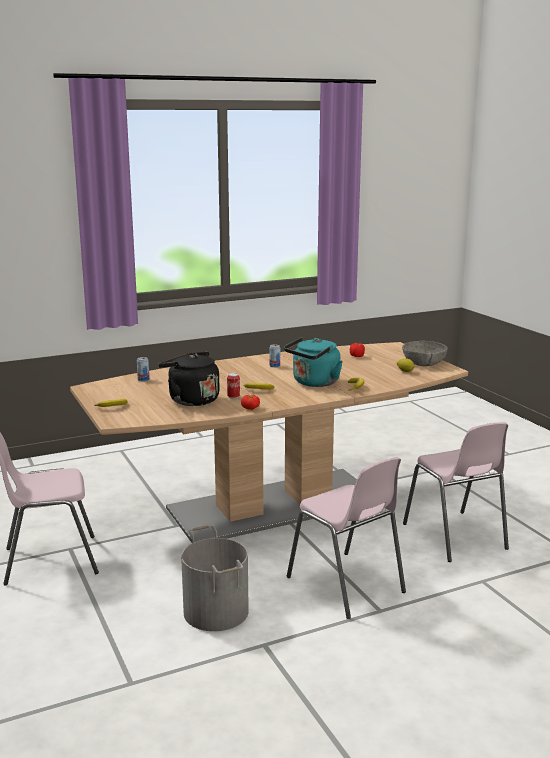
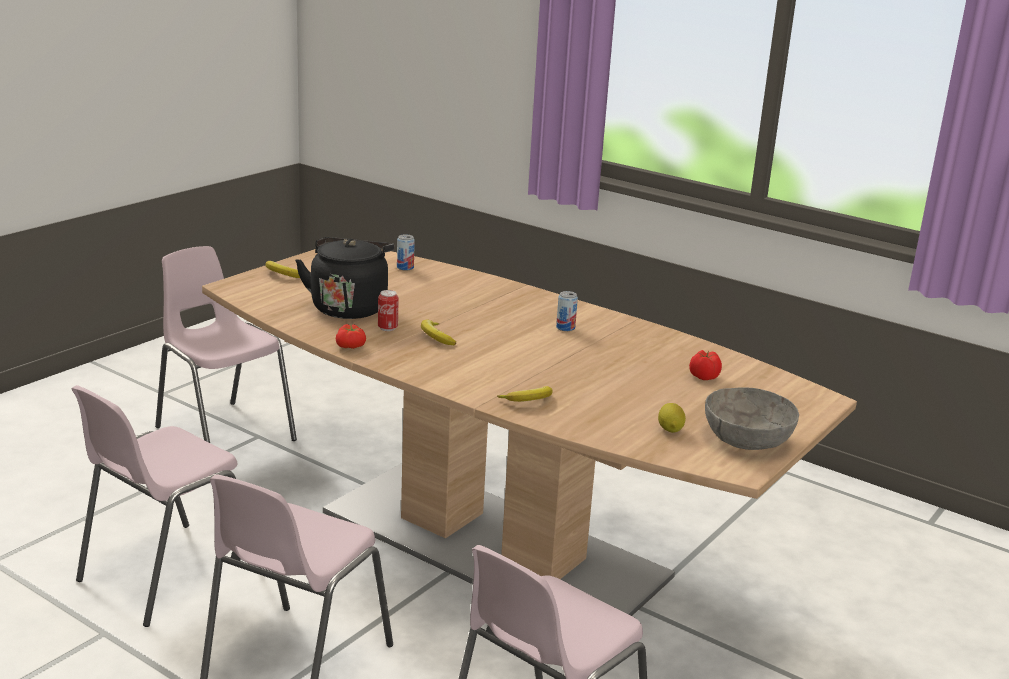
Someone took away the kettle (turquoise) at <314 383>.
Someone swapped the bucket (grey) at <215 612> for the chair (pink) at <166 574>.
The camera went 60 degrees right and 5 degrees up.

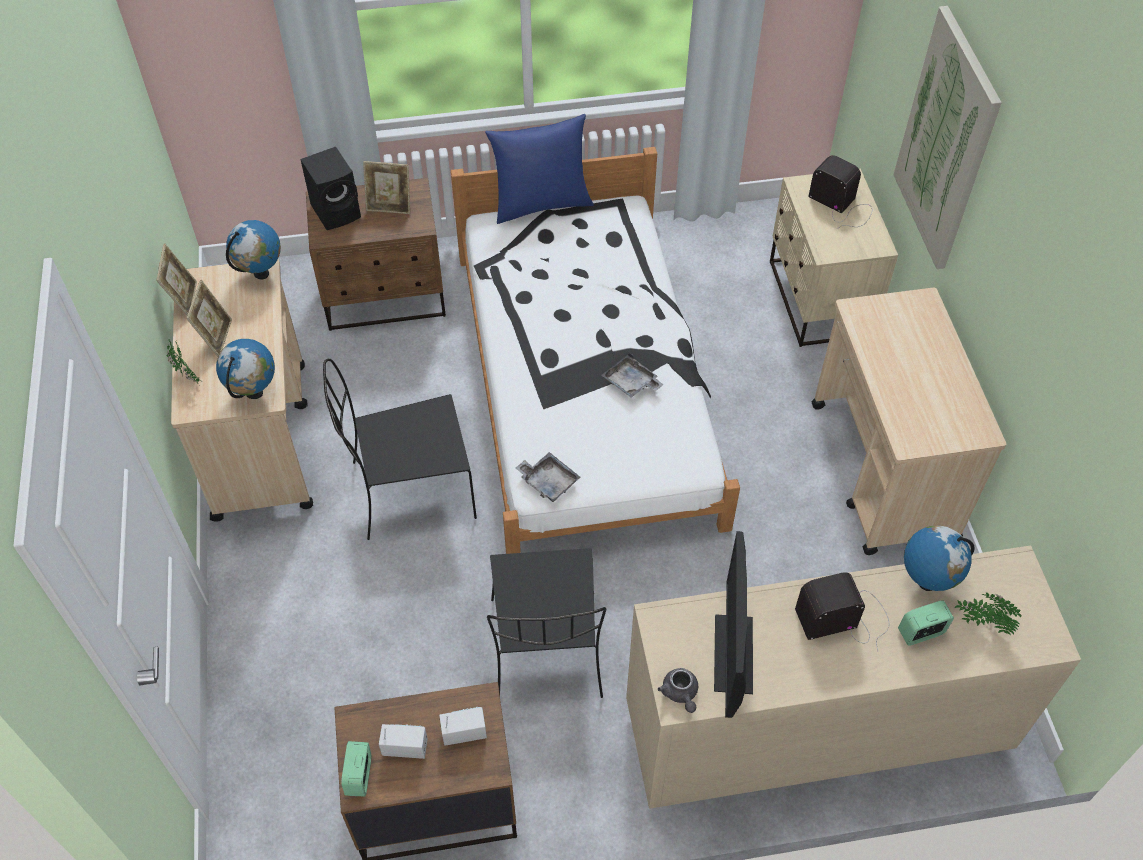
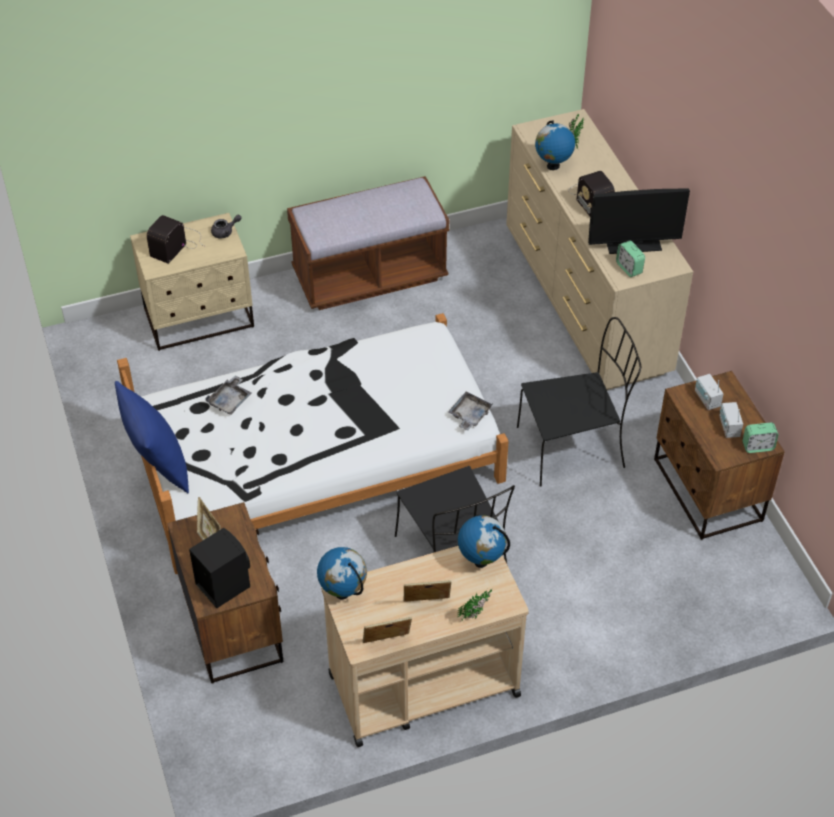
Someone took away the picture at <946 141>.
Someone carried the tray (grey) from <631 383> to <230 401>.
Someone carried the teapot (grey) from <680 694> to <225 232>.
Someone carried the alarm clock from <921 632> to <629 268>.
Someone swapped the cart (beige) at <883 472> for the bench (brown) at <369 276>.
The camera went 100 degrees left and 5 degrees down.

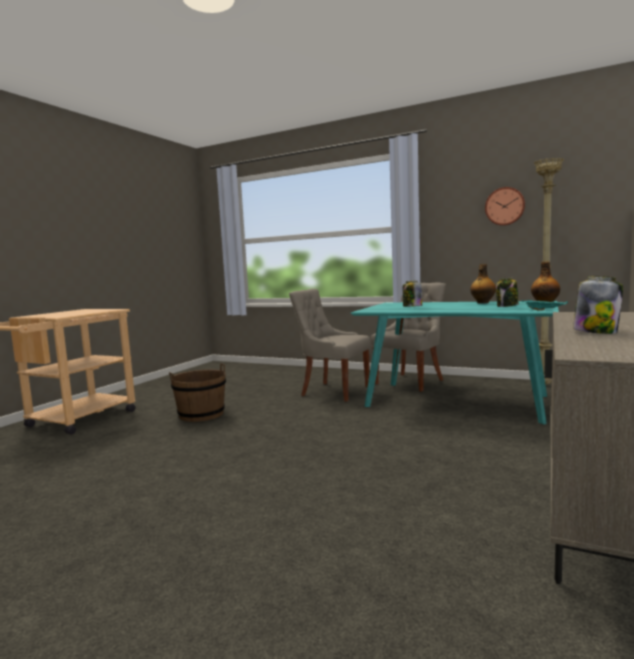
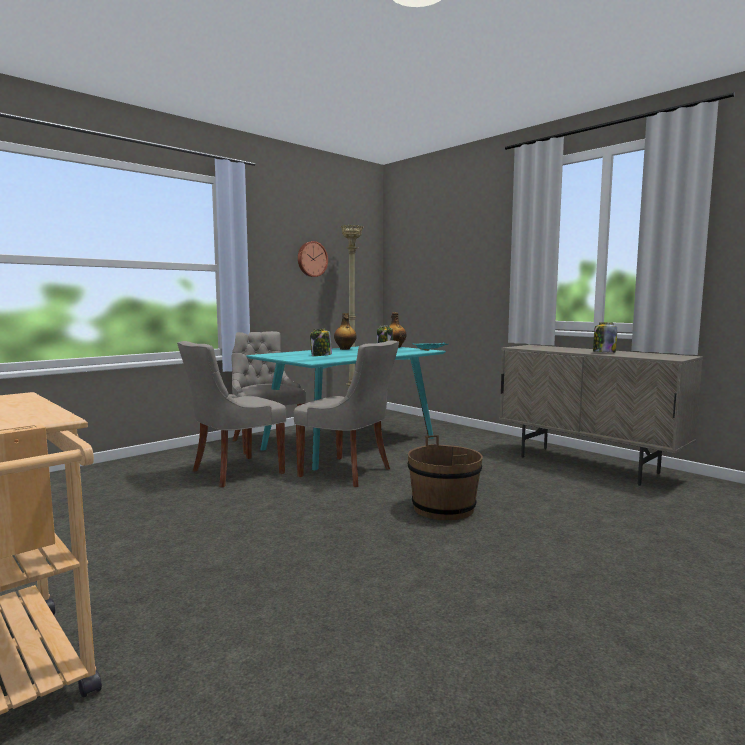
Someone put down the chair (grey) at <348 472>.
Someone carried the bucket (brown) from <201 415> to <443 508>.
The camera went 70 degrees left and 0 degrees up.

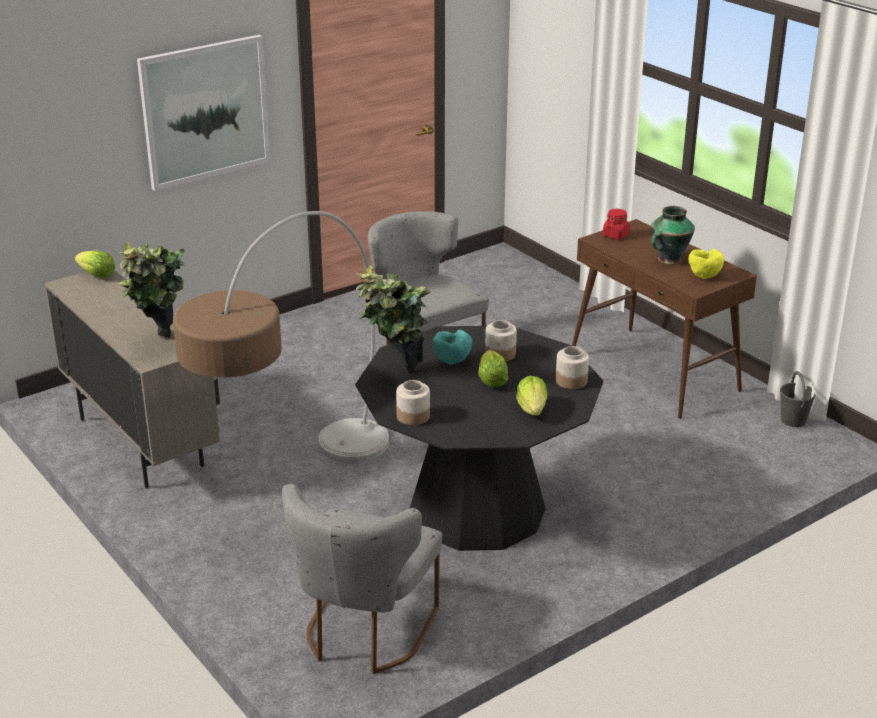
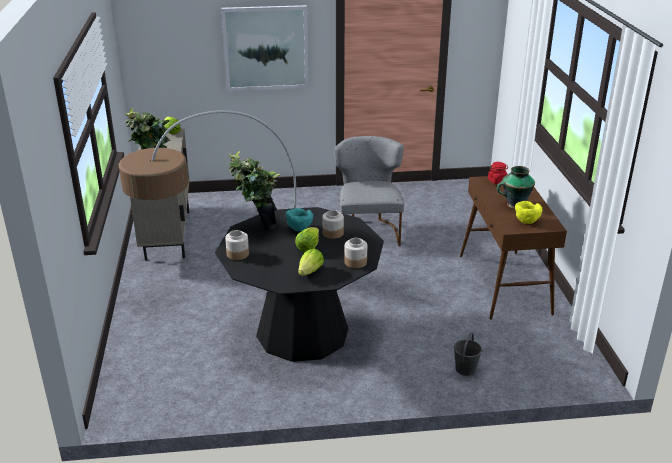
Someone took away the chair (grey) at <364 634>.
Someone carried the bucket (grey) from <793 420> to <465 369>.
The camera went 30 degrees right and 0 degrees up.

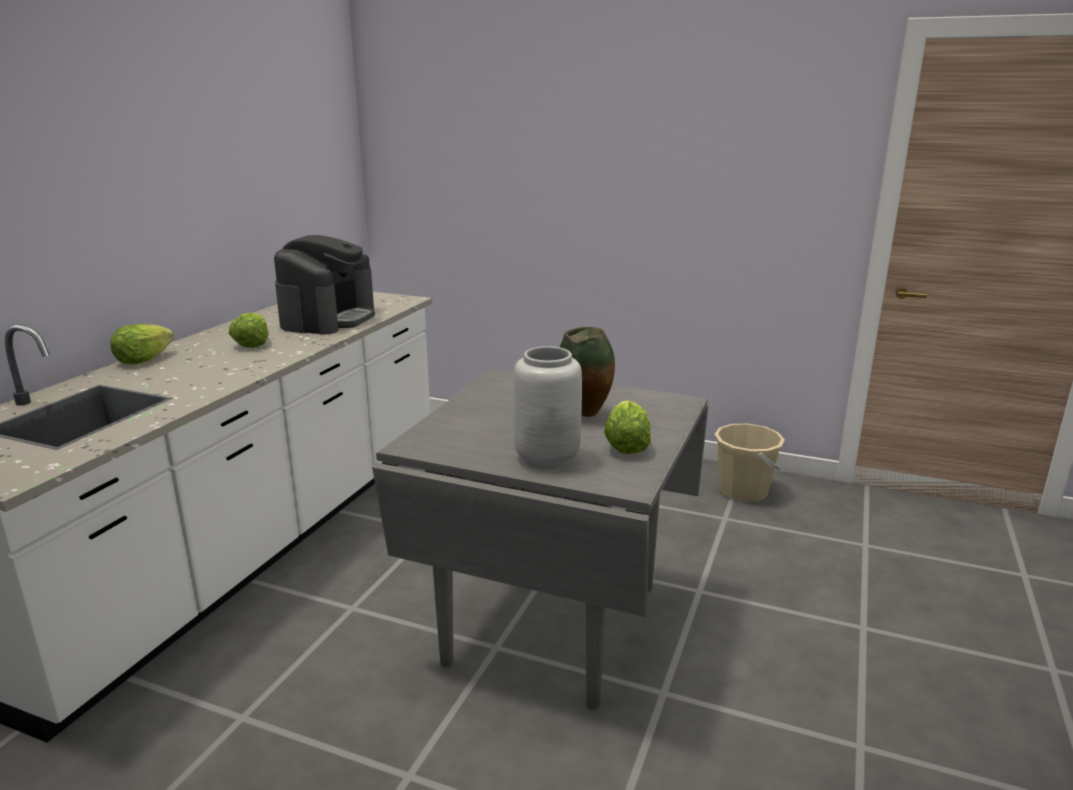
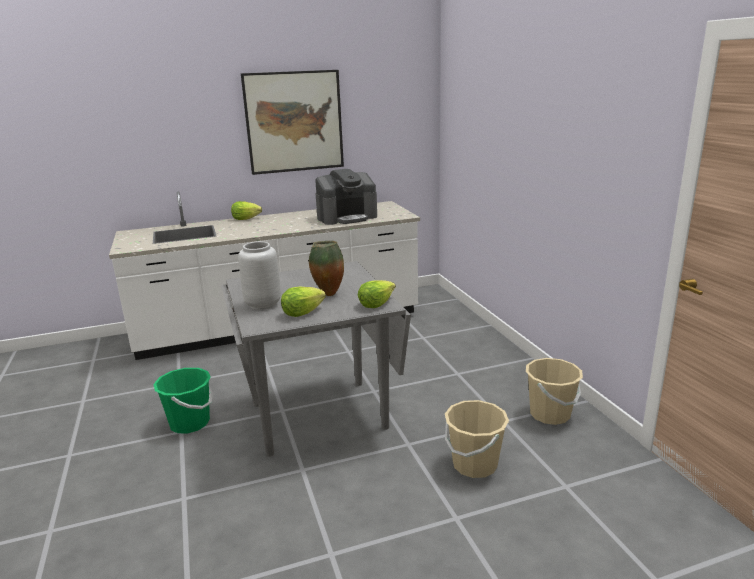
Someone put down the bucket (green) at <190 423>.
Someone put up the picture at <294 122>.
Someone put down the bucket (beige) at <474 464>.
Someone carried the lettuce from <252 343> to <376 303>.
The camera went 50 degrees right and 0 degrees up.

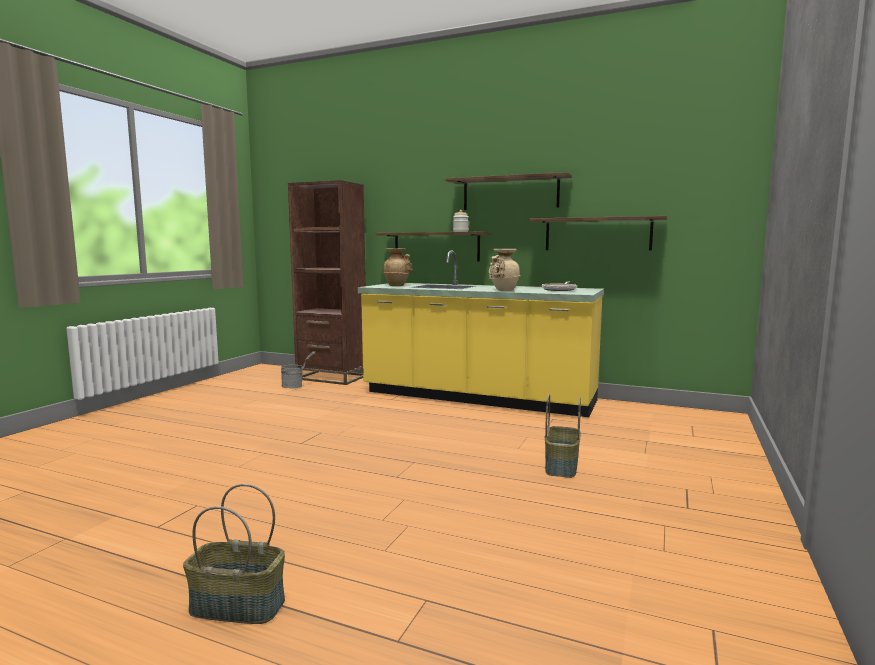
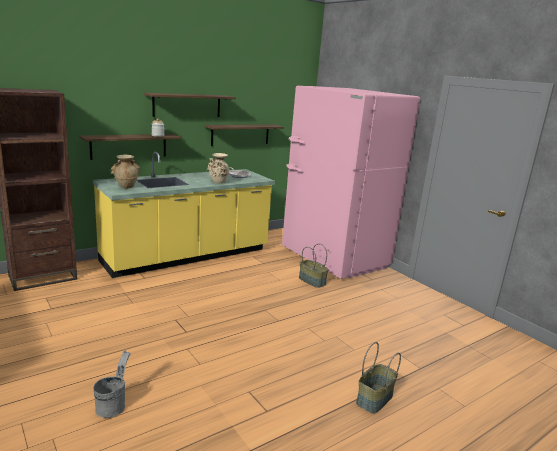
Someone put down the fridge (pink) at <334 259>.
Someone carried the bucket (grey) from <296 386> to <113 405>.
The camera went 60 degrees left and 10 degrees up.

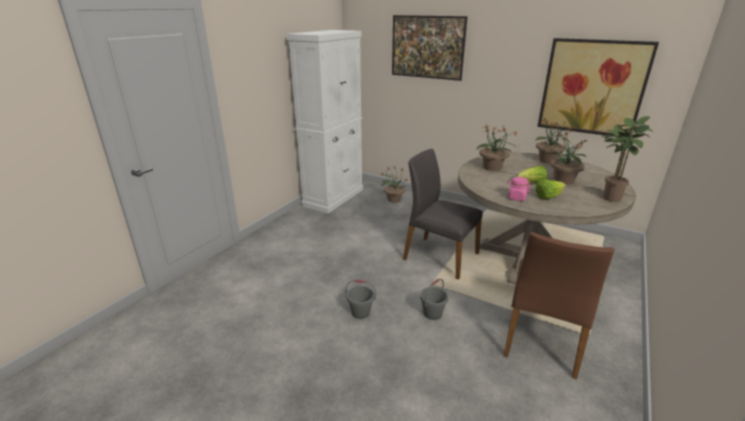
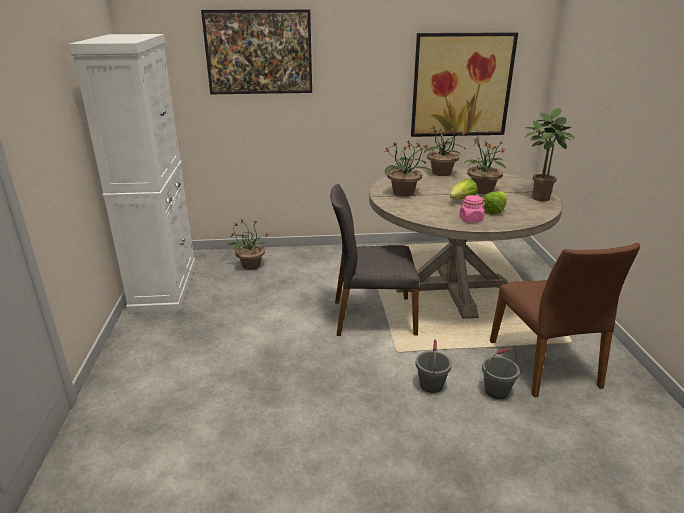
Someone carried the bucket (grey) from <361 312> to <496 390>.
The camera went 35 degrees left and 0 degrees up.

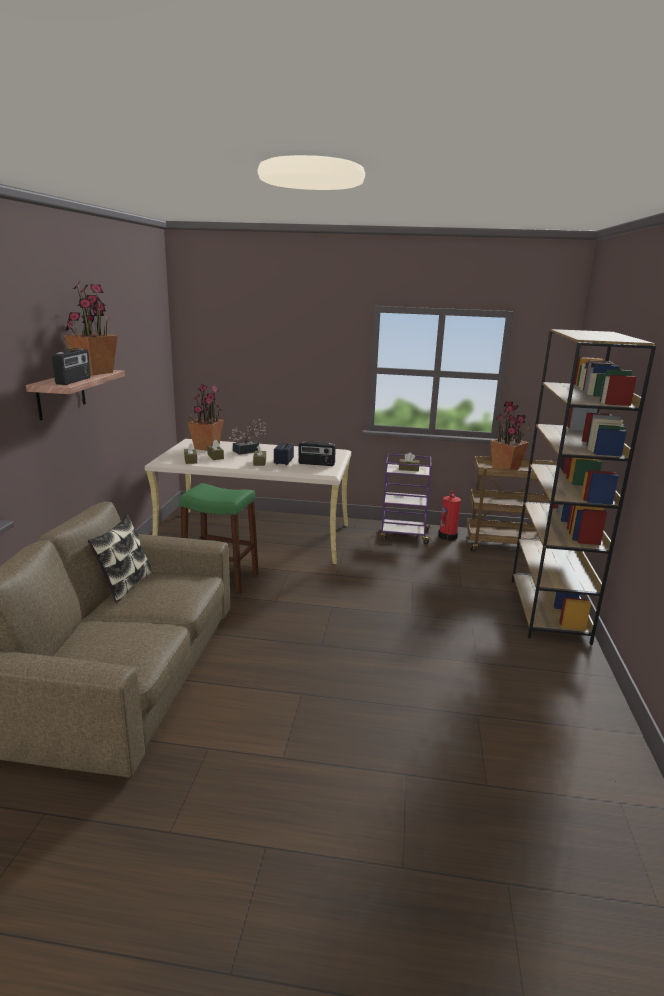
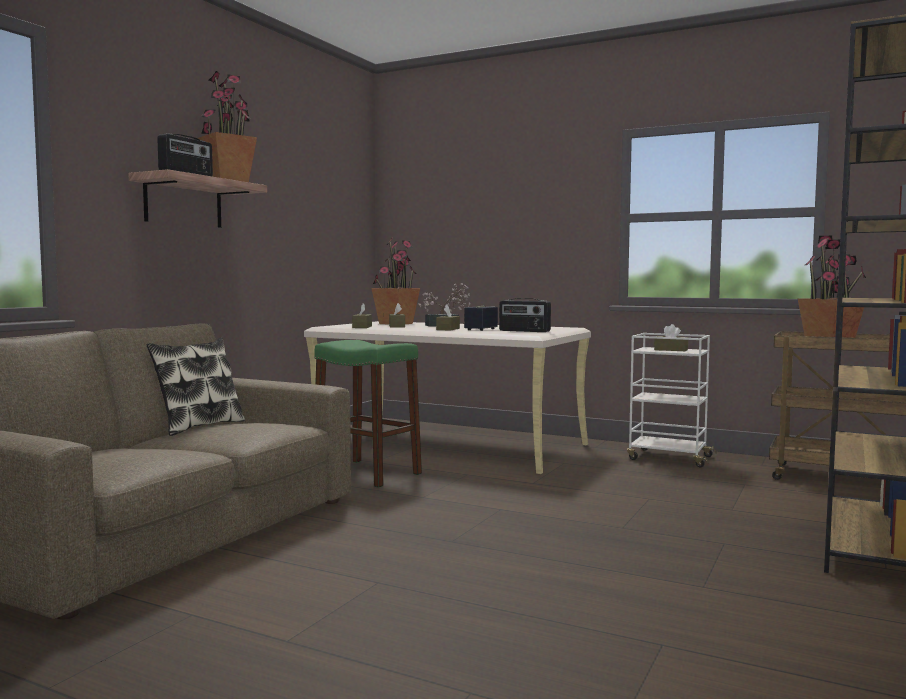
Someone took away the fire extinguisher at <448 536>.
Someone repainted the cart (purple) at <403 535>, which became the cart (white) at <668 458>.
The camera went 20 degrees right and 15 degrees down.

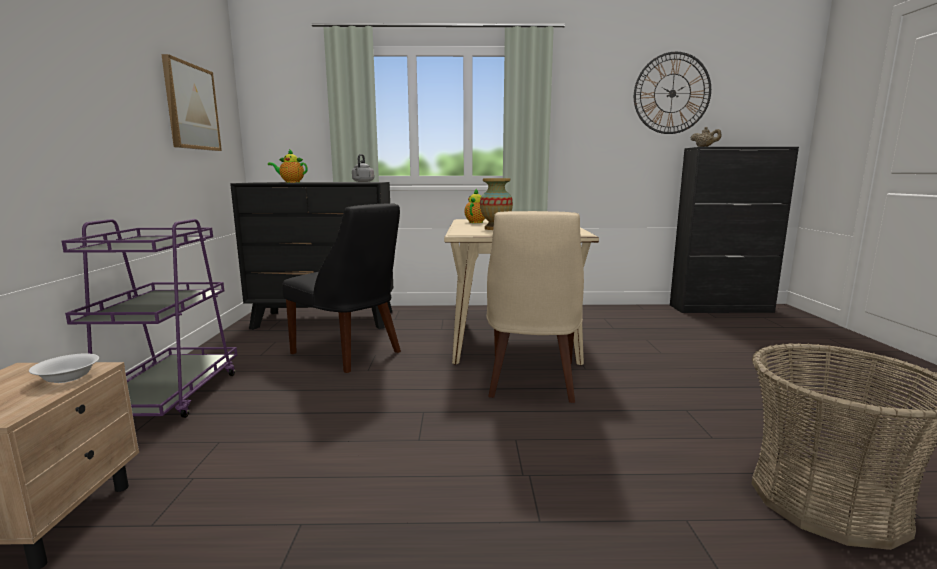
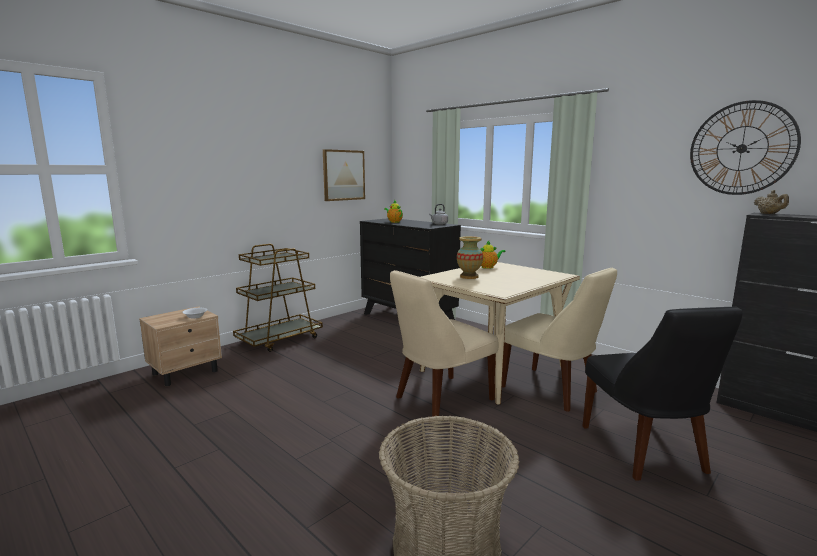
Someone put down the chair (beige) at <552 390>.
Someone carried the chair (black) from <350 353> to <645 451>.
Someone repainted the cart (purple) at <169 396>, which became the cart (brown) at <280 339>.
The camera went 45 degrees right and 0 degrees up.

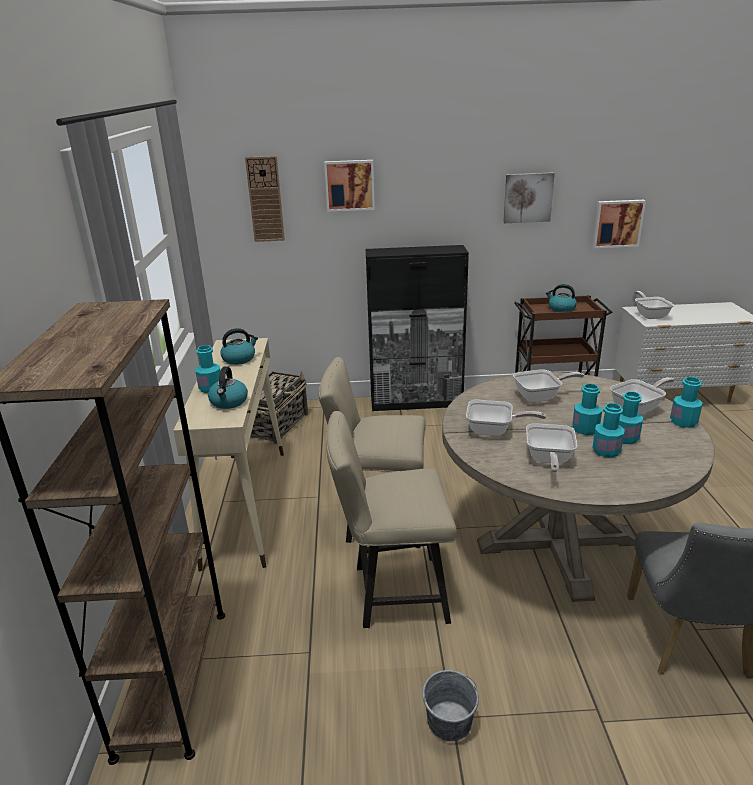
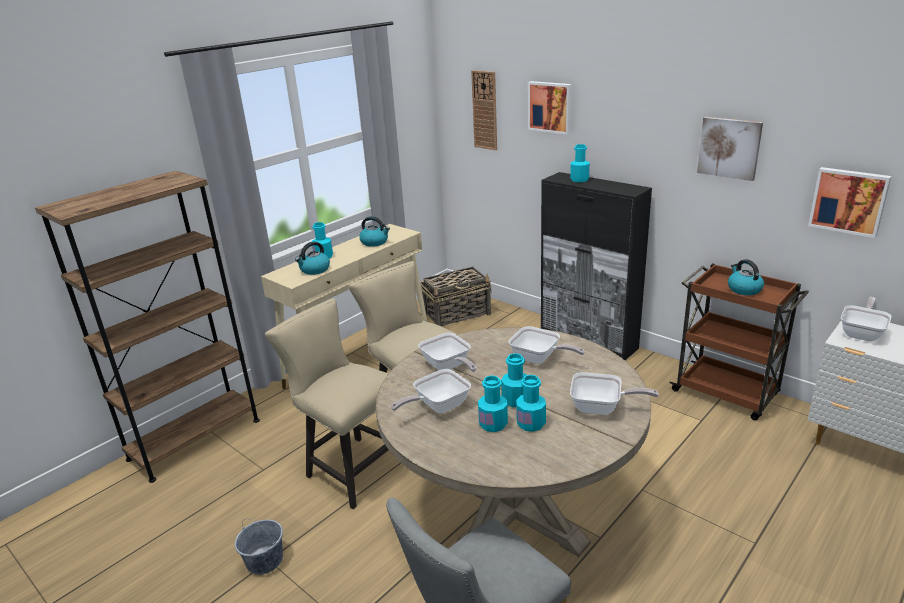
Someone carried the bottle (turquoise) from <683 422> to <579 180>.
The camera went 45 degrees right and 0 degrees up.

